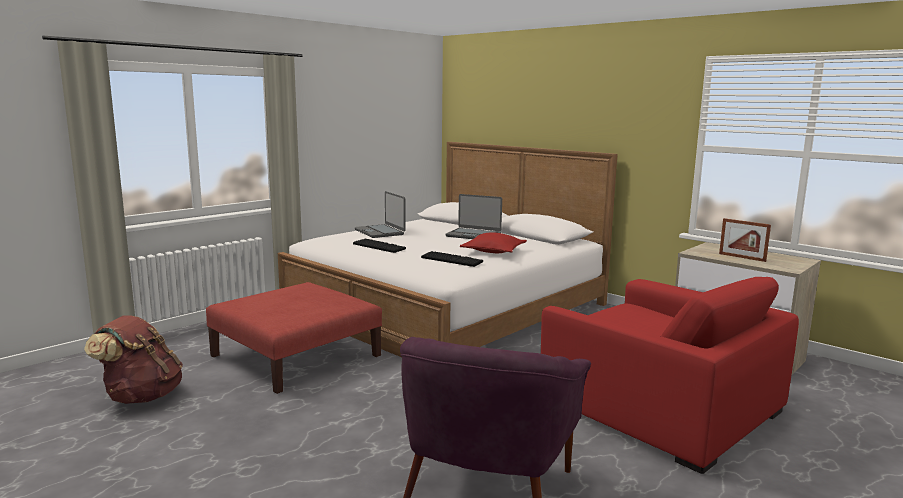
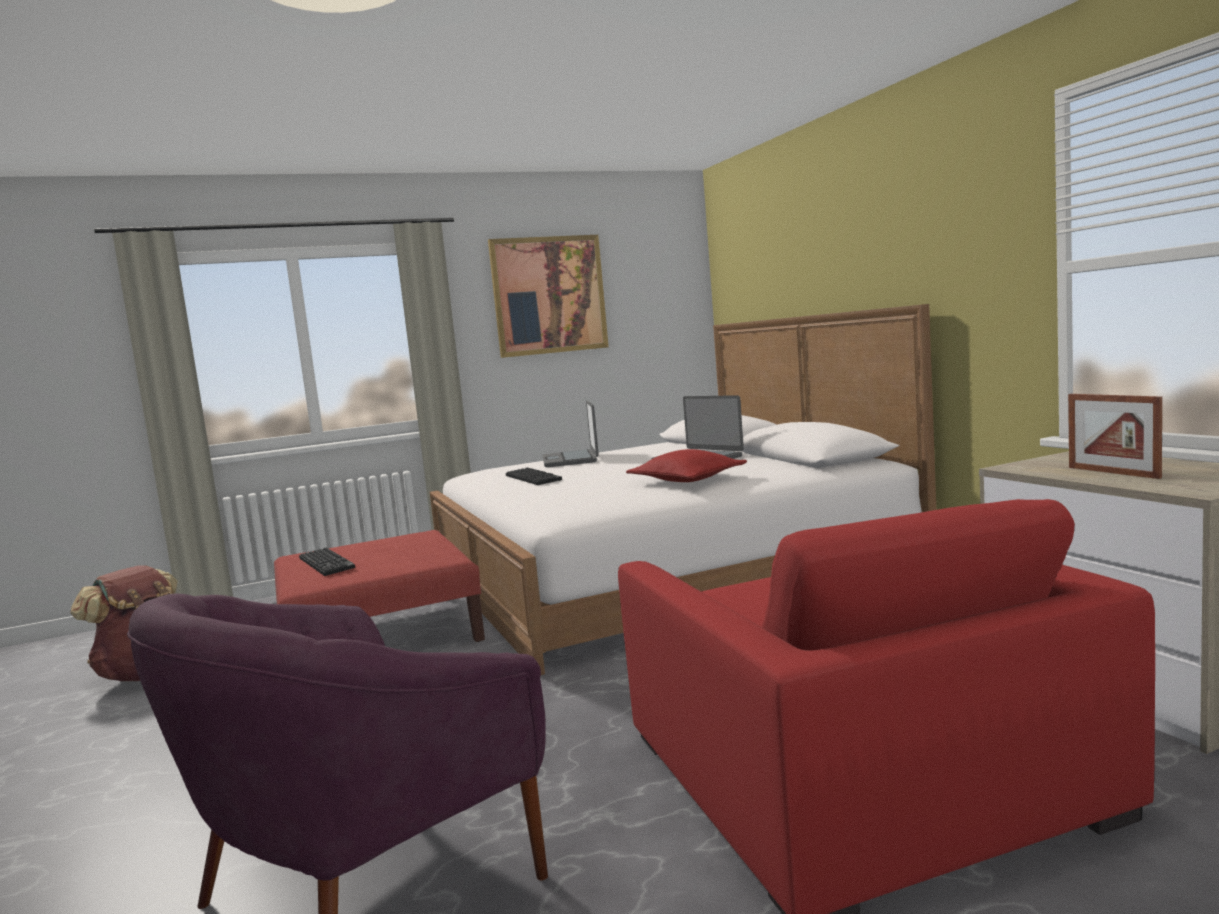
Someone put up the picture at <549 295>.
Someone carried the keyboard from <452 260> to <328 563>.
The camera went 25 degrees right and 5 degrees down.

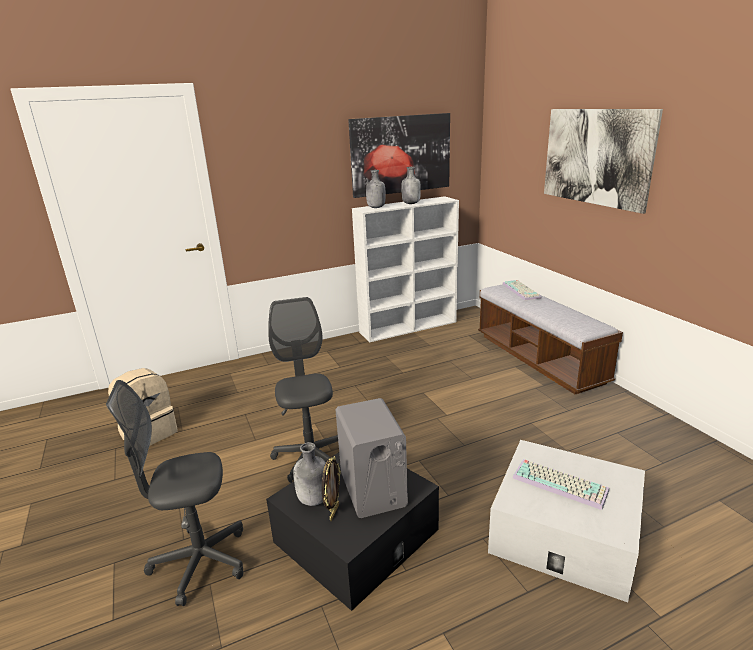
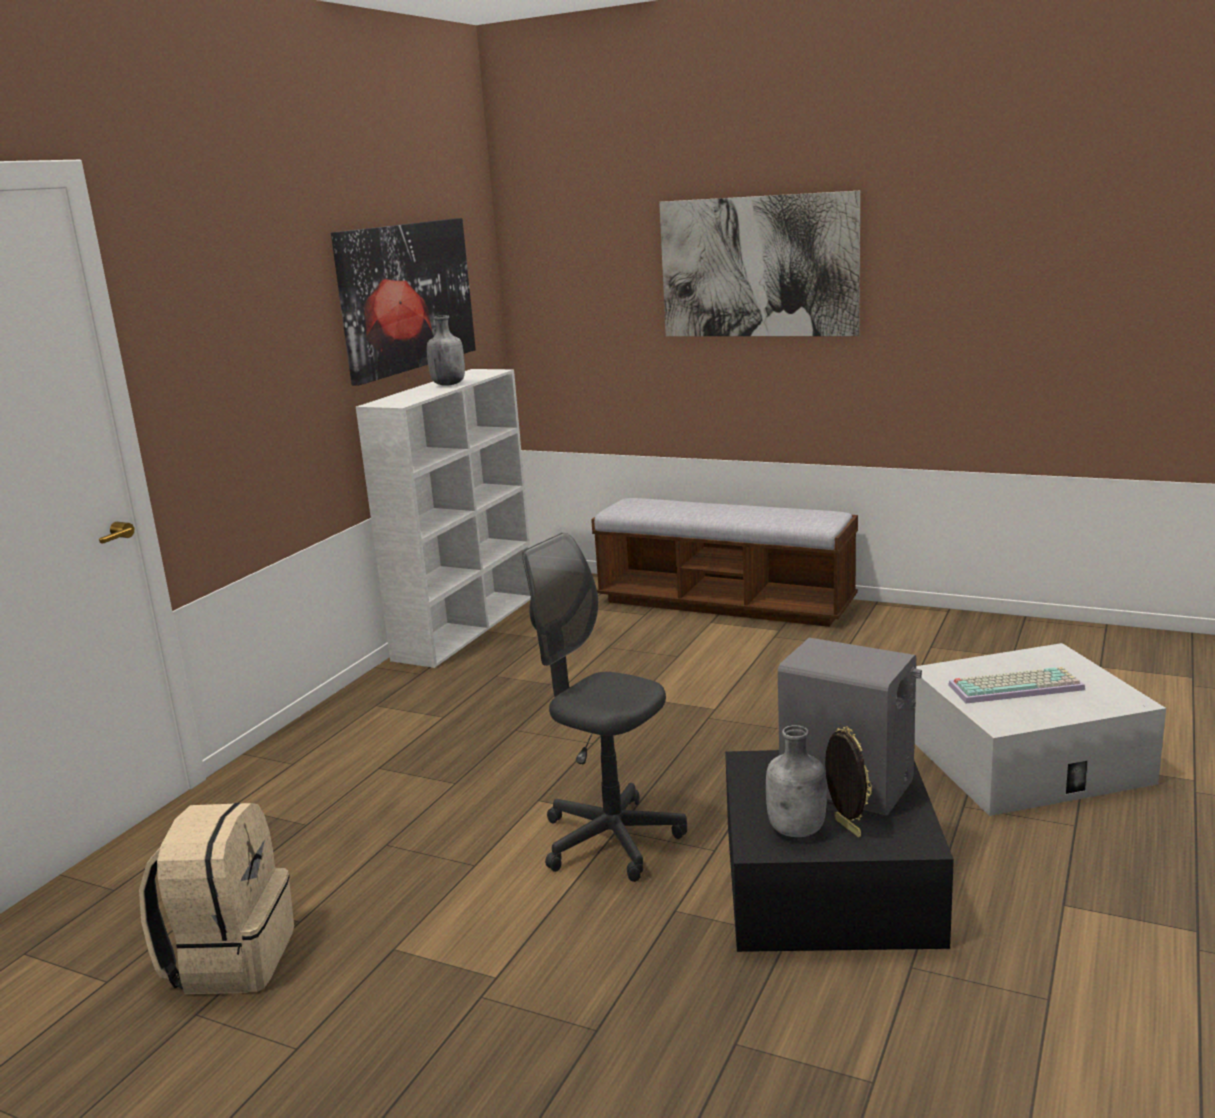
Someone took away the office chair (grey) at <200 562>.
Someone took away the bottle (grey) at <375 207>.
Someone took away the keyboard at <522 291>.
The camera went 40 degrees left and 5 degrees down.

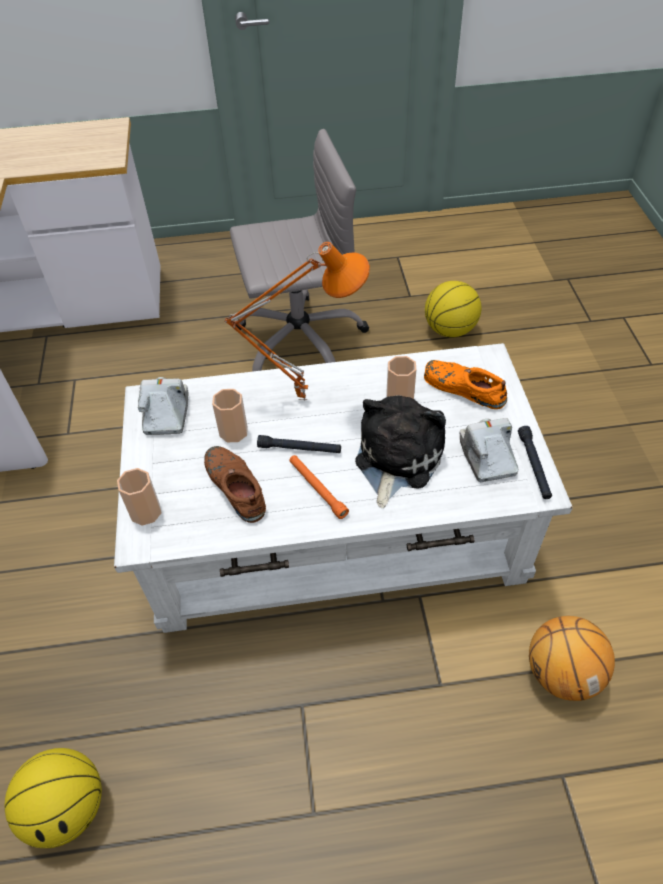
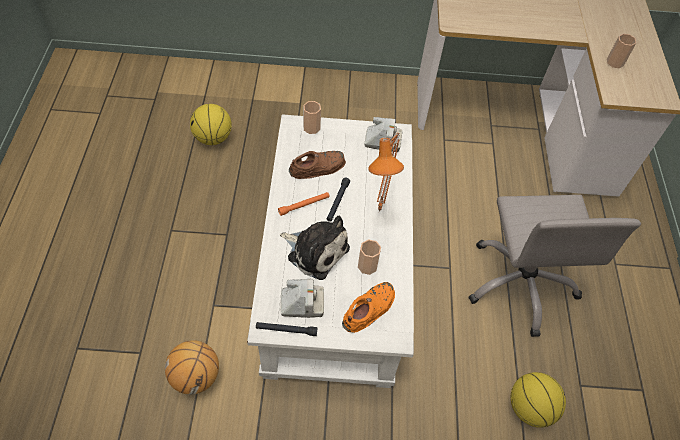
Someone carried the cup from <233 432> to <615 62>.
The camera went 95 degrees right and 5 degrees up.

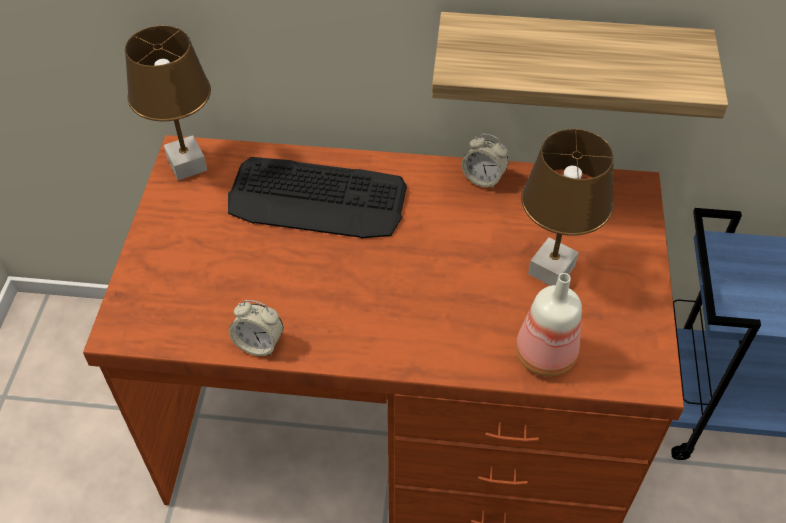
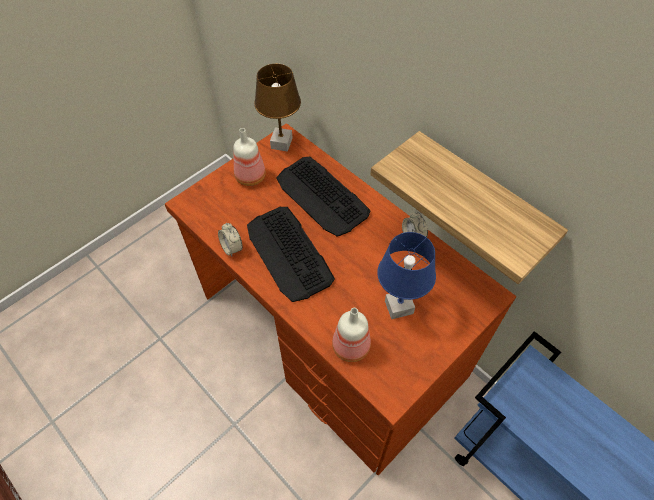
Someone put down the bottle at <251 177>.
Someone put down the keyboard at <289 253>.
Someone repainted the table lamp (brown) at <551 269>, which became the table lamp (blue) at <399 307>.
The camera went 40 degrees right and 5 degrees up.

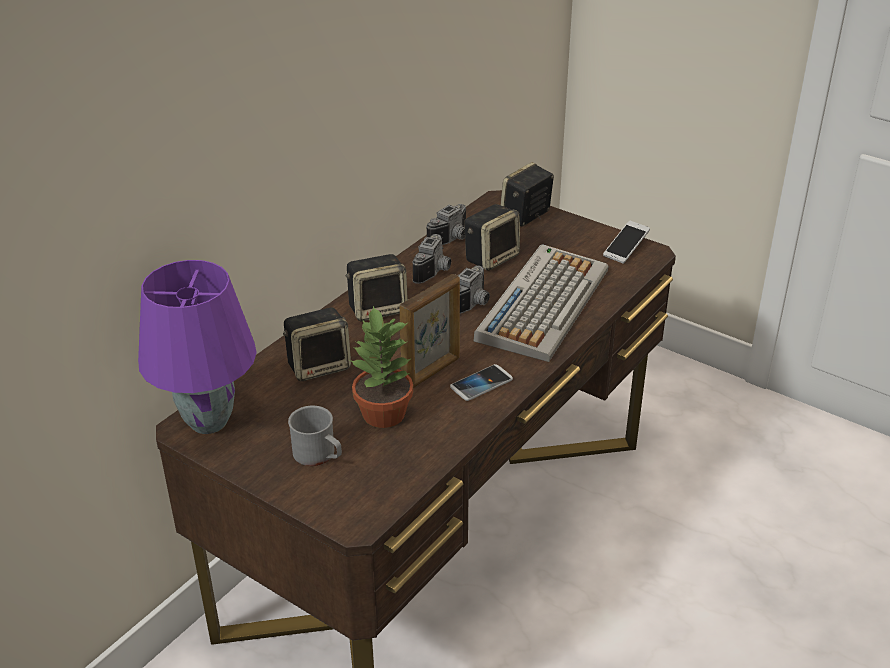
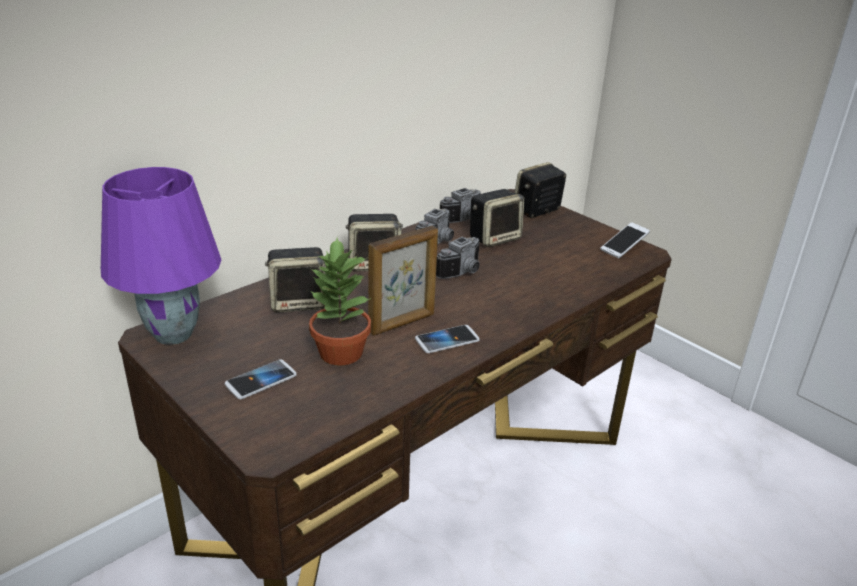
Someone took away the keyboard at <542 303>.
Someone swapped the mug (grey) at <319 455> for the phone at <261 380>.
The camera went 10 degrees right and 5 degrees down.

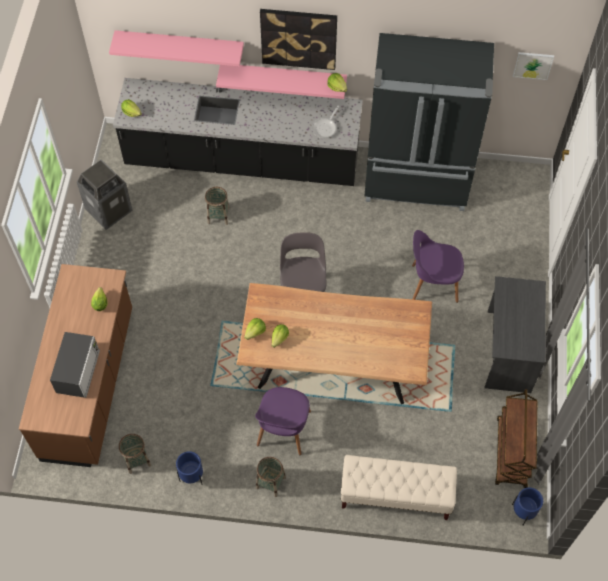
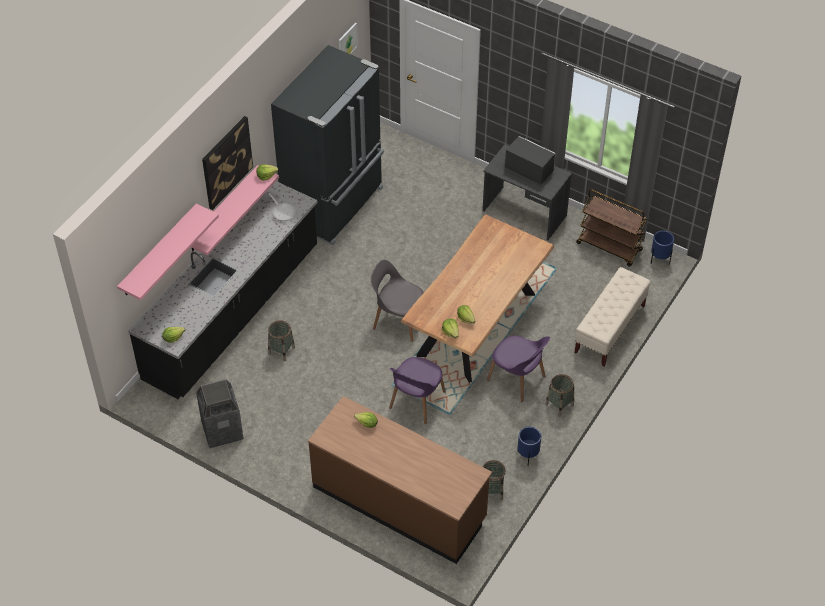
Someone carried the microwave from <78 371> to <529 169>.
Someone carried the chair (purple) from <432 283> to <416 401>.
The camera went 65 degrees left and 10 degrees down.

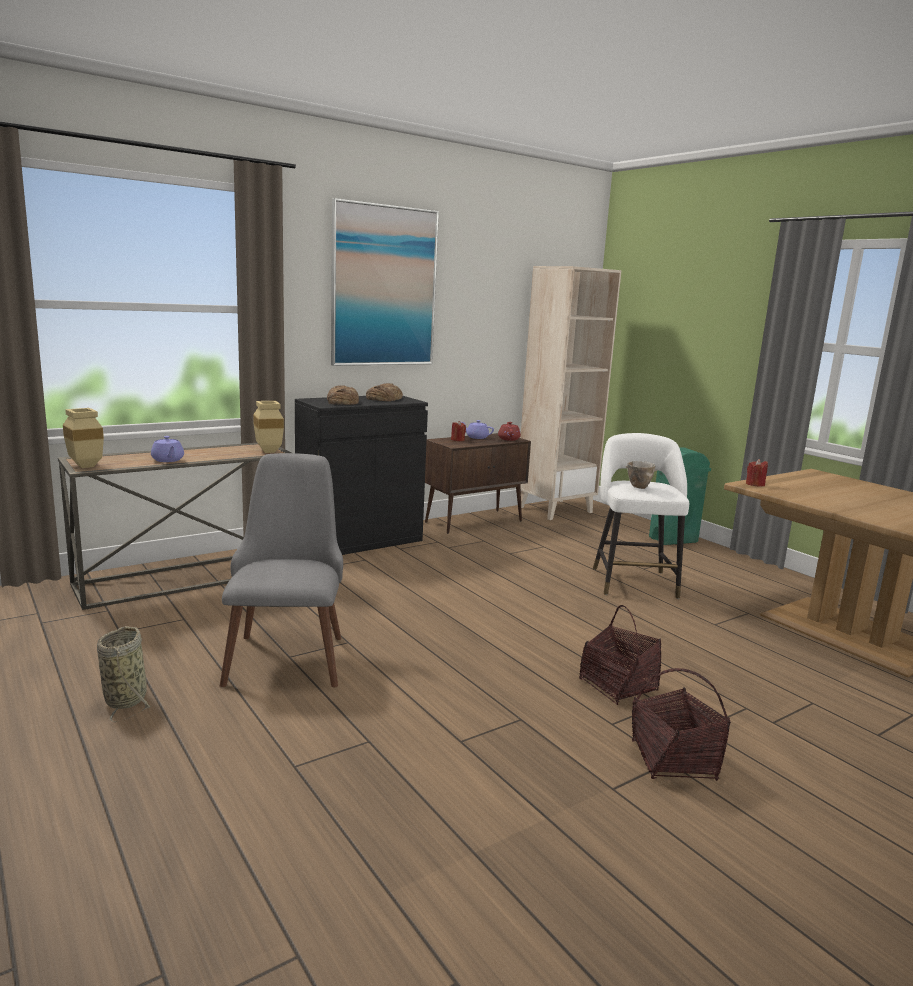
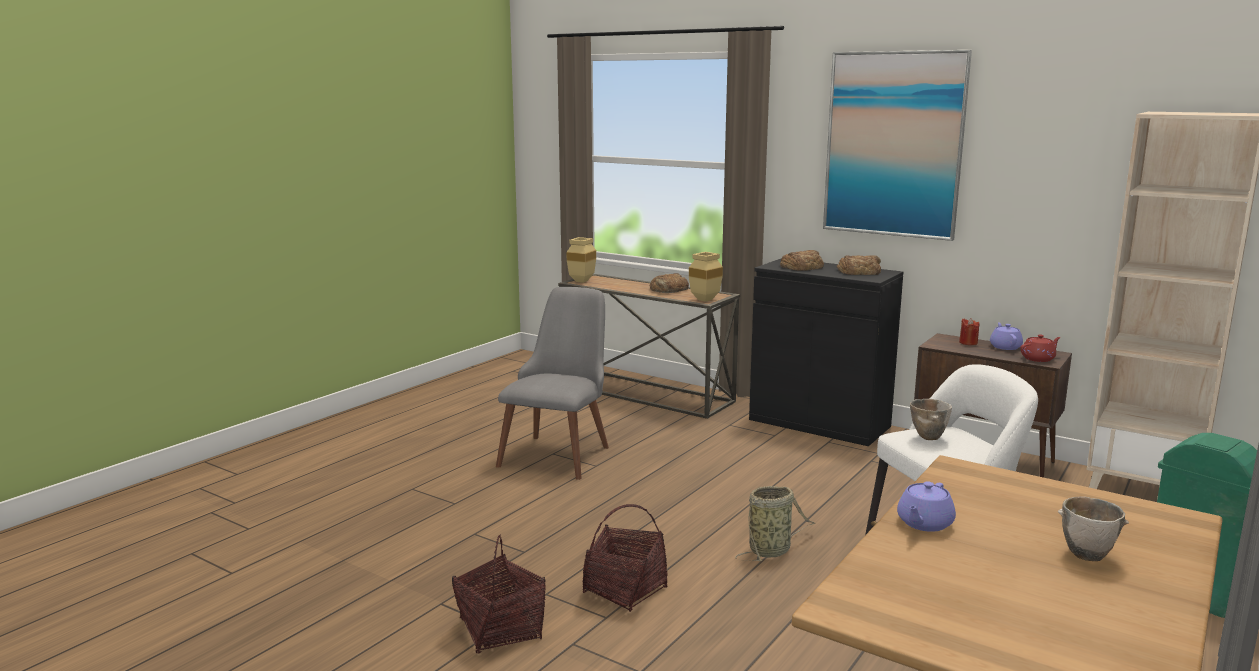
Someone took away the candle (red) at <755 484>.
Someone put down the bread at <668 289>.
Someone put down the bowl at <1089 555>.
Someone carried the basket from <126 698> to <771 550>.
Someone carried the teapot (purple) from <168 460> to <924 523>.
Someone rotated the chair (grey) at <288 651> by 45 degrees counterclockwise.
The camera went 70 degrees right and 0 degrees up.

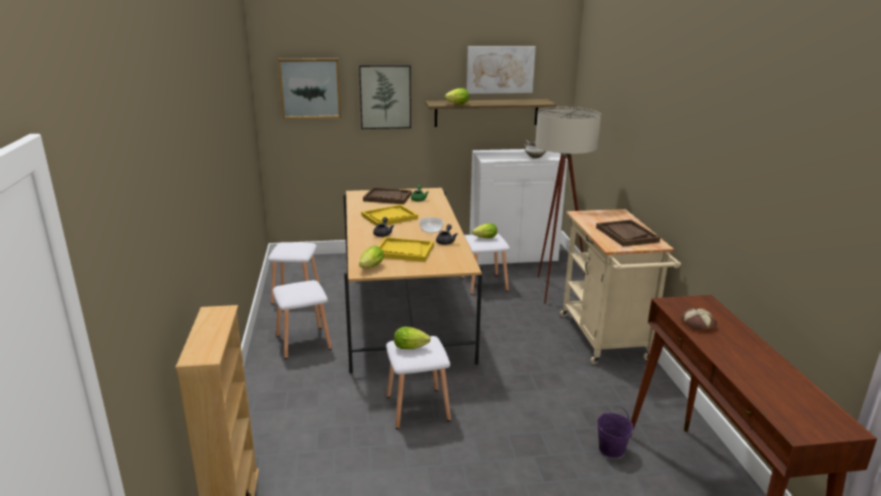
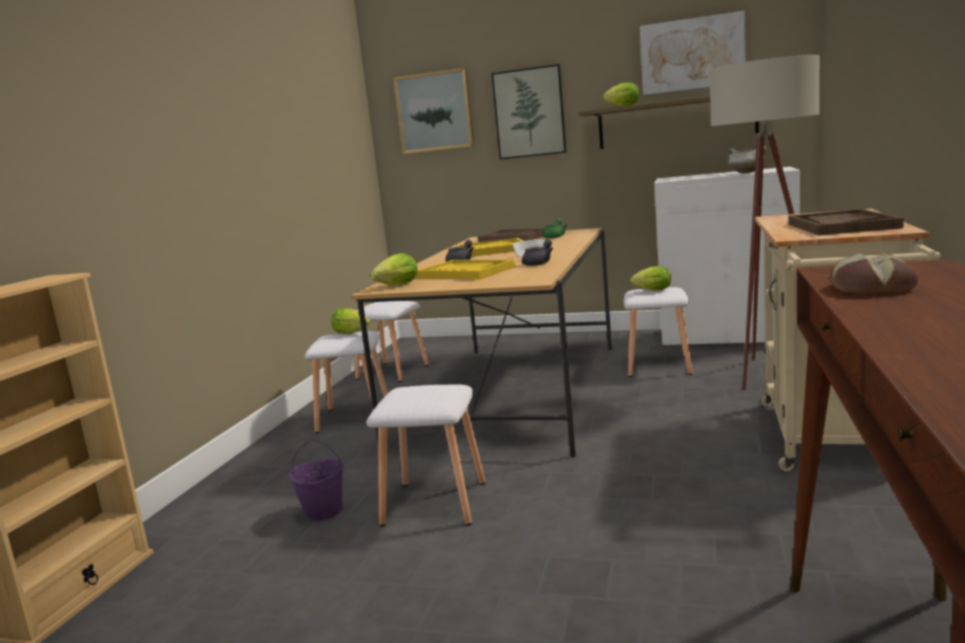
Someone carried the lettuce from <412 347> to <353 333>.
Someone carried the bucket (purple) from <611 449> to <324 511>.
The camera went 25 degrees right and 10 degrees down.

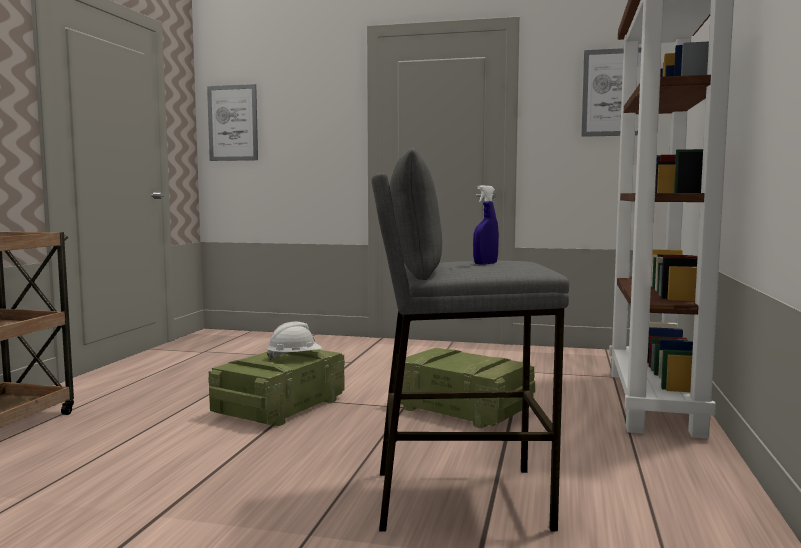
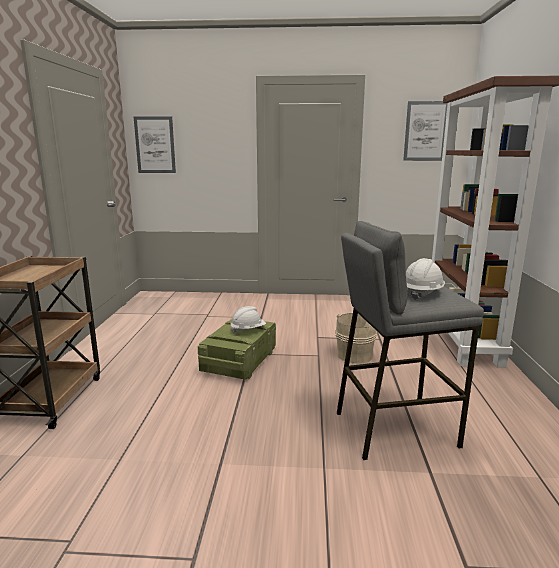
Someone swapped the crate at <463 409> for the bucket (beige) at <355 354>.
Someone swapped the spray bottle (blue) at <485 264> for the hard hat (white) at <422 293>.
The camera went 10 degrees left and 10 degrees up.

